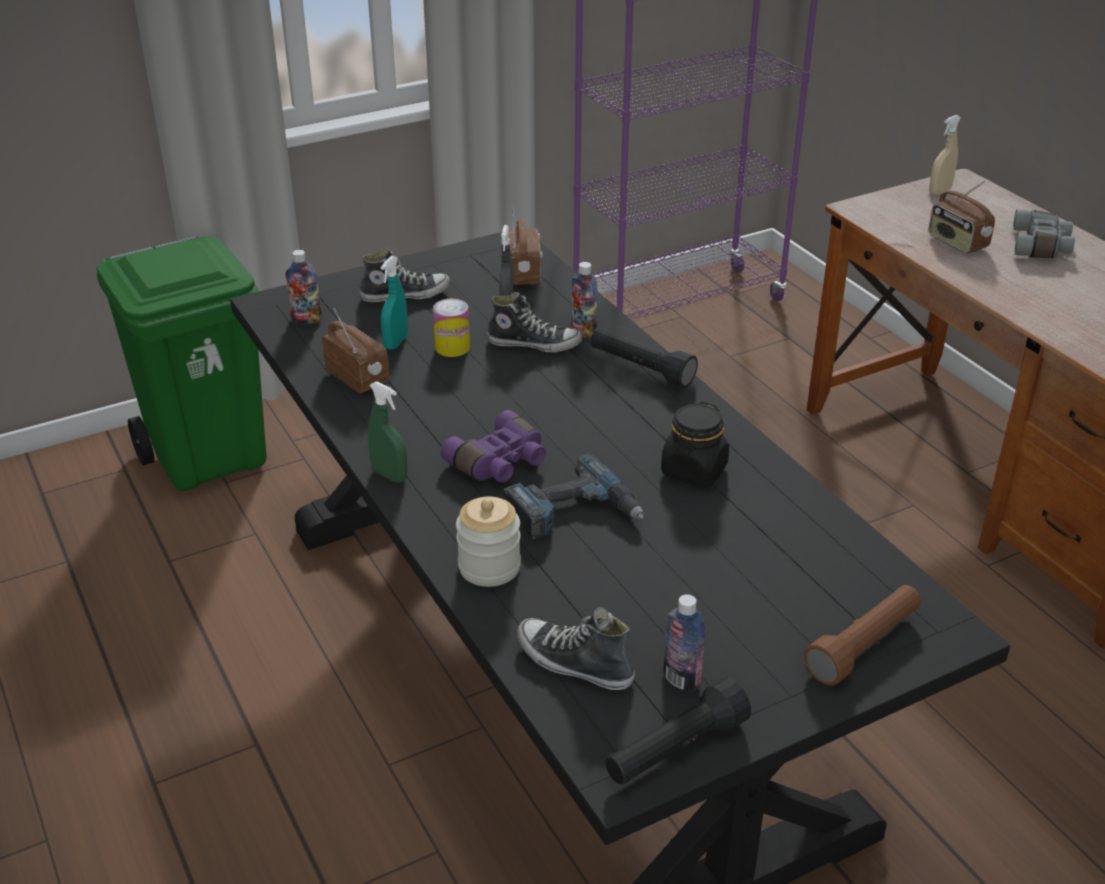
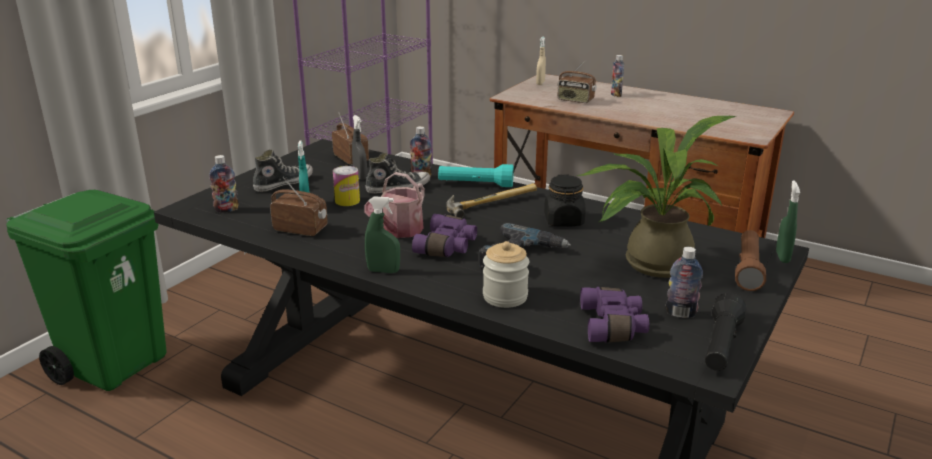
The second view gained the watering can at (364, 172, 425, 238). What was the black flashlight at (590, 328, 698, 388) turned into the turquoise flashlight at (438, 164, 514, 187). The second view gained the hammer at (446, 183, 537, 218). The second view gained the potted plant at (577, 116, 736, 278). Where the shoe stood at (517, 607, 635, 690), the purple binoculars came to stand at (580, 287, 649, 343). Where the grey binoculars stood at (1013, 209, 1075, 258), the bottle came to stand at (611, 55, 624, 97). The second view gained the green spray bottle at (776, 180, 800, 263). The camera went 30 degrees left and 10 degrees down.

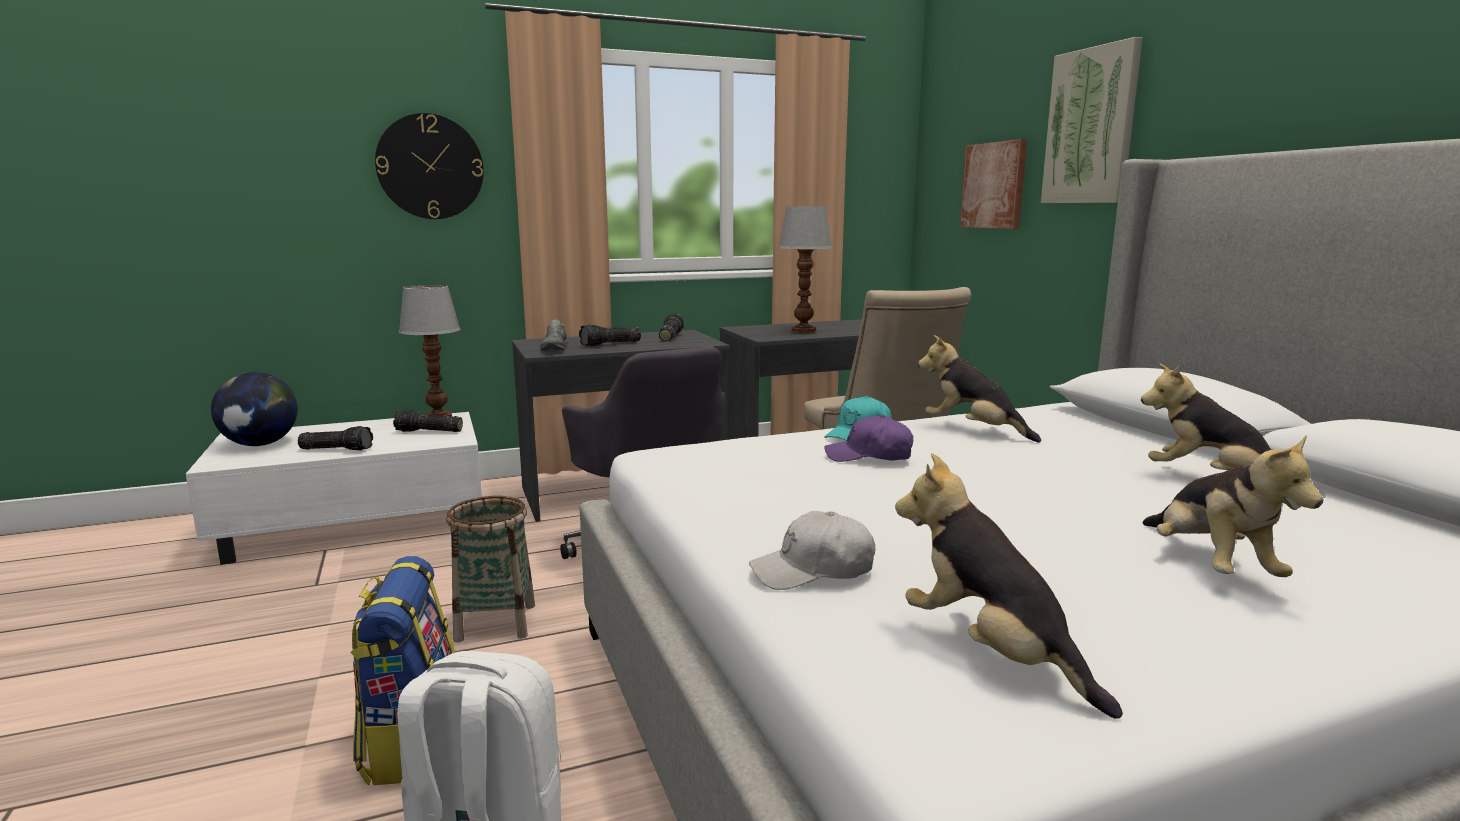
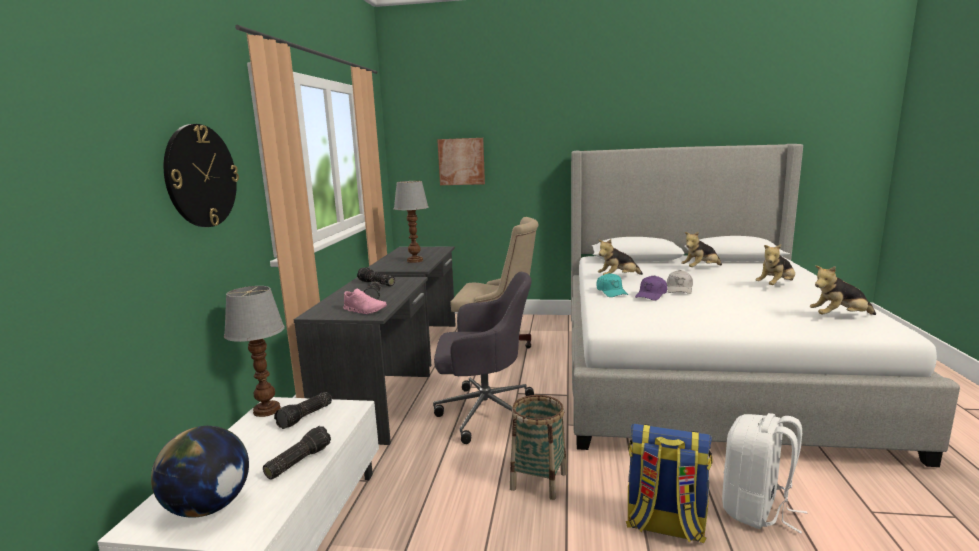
What was the grey shoe at (540, 319, 568, 351) turned into the pink shoe at (343, 288, 387, 314). The white cap ended up elsewhere, having gone from (749, 511, 875, 590) to (667, 270, 693, 294). The plush toy at (1143, 435, 1324, 577) ended up facing another way, 120 degrees clockwise from before. The second view lost the picture at (1041, 37, 1143, 203). The camera went 60 degrees left and 0 degrees up.

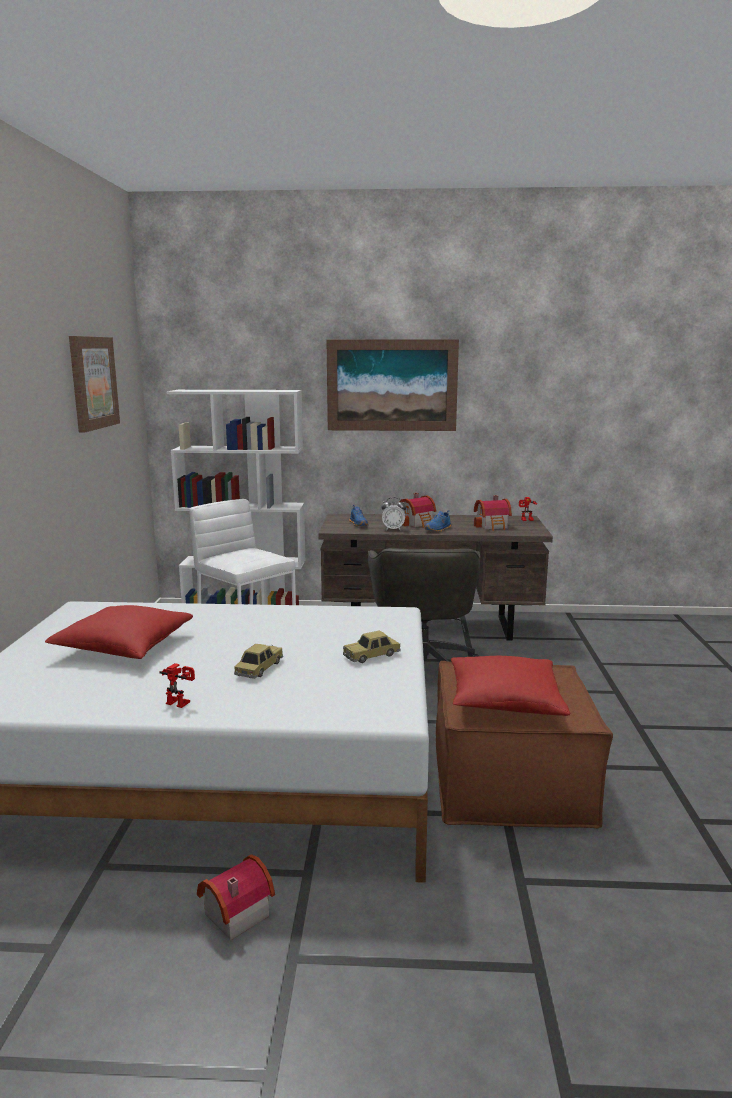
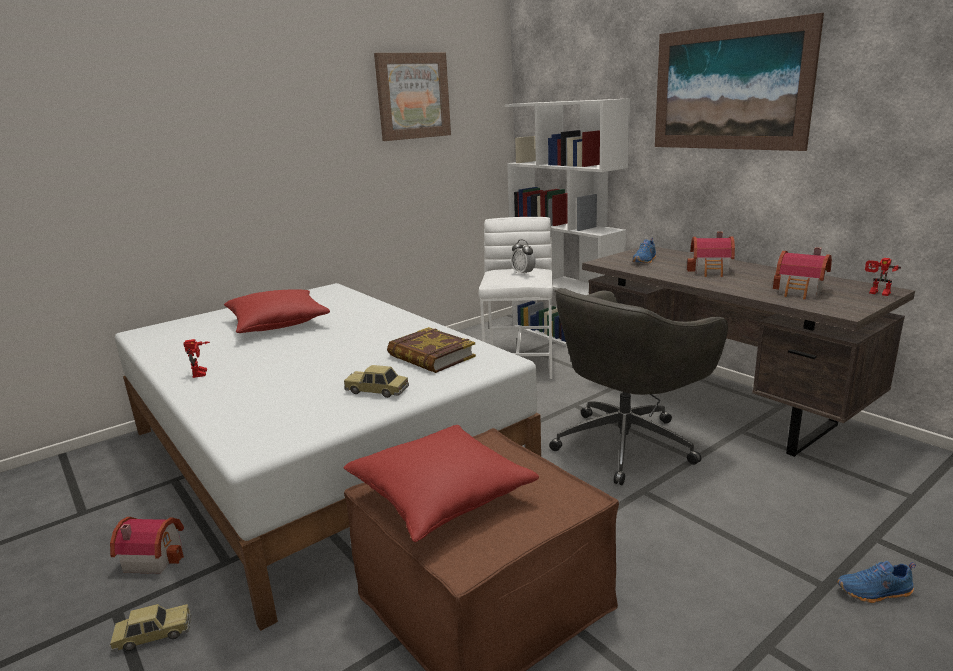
The toy car ended up elsewhere, having gone from (234, 644, 283, 679) to (109, 604, 191, 652). The second view gained the book at (387, 327, 476, 373). The alarm clock ended up elsewhere, having gone from (381, 497, 406, 530) to (511, 240, 536, 275). The blue shoe ended up elsewhere, having gone from (425, 510, 451, 532) to (837, 561, 916, 603). The camera went 50 degrees right and 5 degrees up.

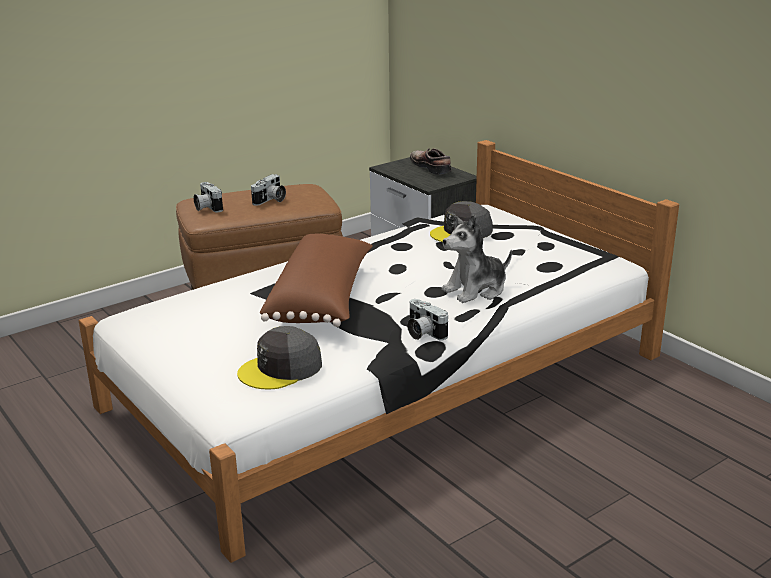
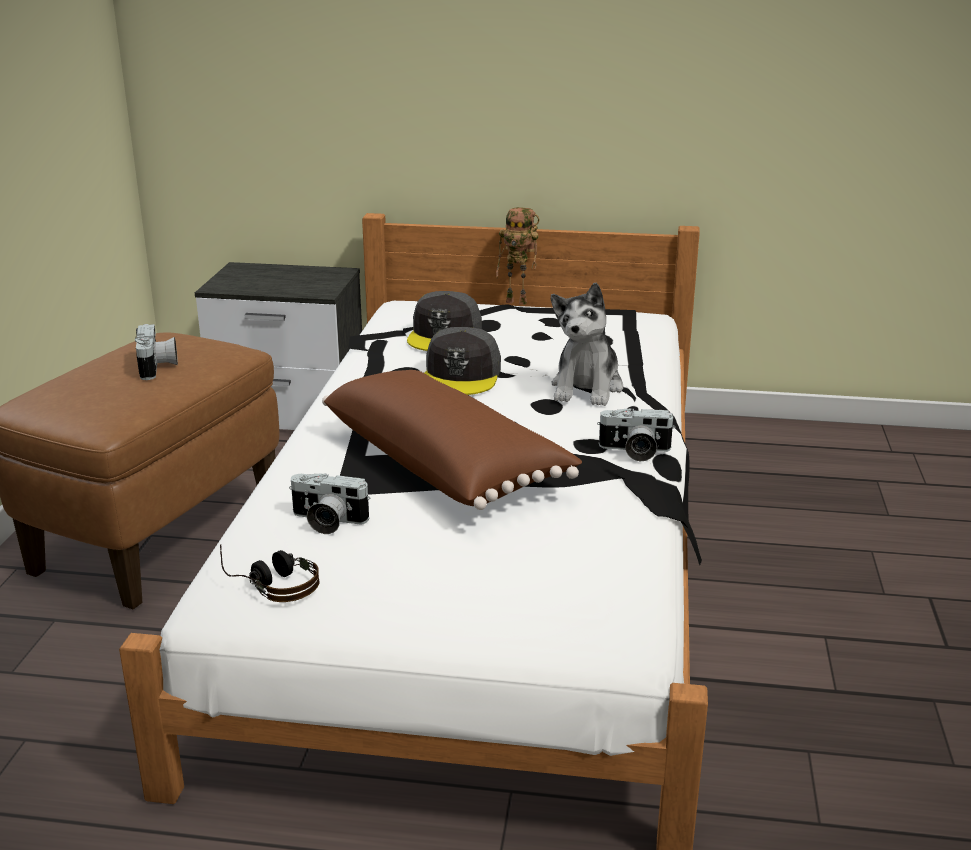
The second view gained the headphones at (220, 544, 320, 602). The photo camera ended up elsewhere, having gone from (194, 182, 223, 212) to (289, 473, 370, 534). The grey cap ended up elsewhere, having gone from (237, 326, 322, 389) to (425, 327, 501, 395). The second view gained the toy robot at (496, 207, 539, 305). The second view lost the shoe at (410, 148, 451, 175). The camera went 45 degrees left and 0 degrees up.

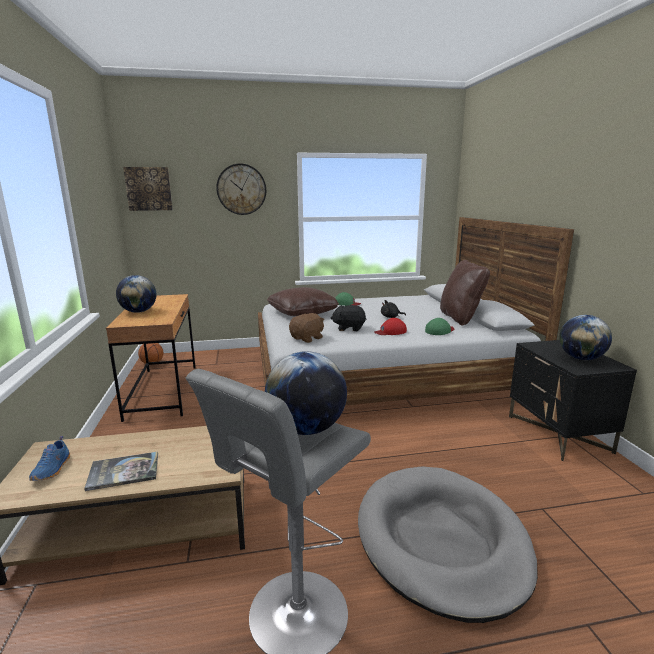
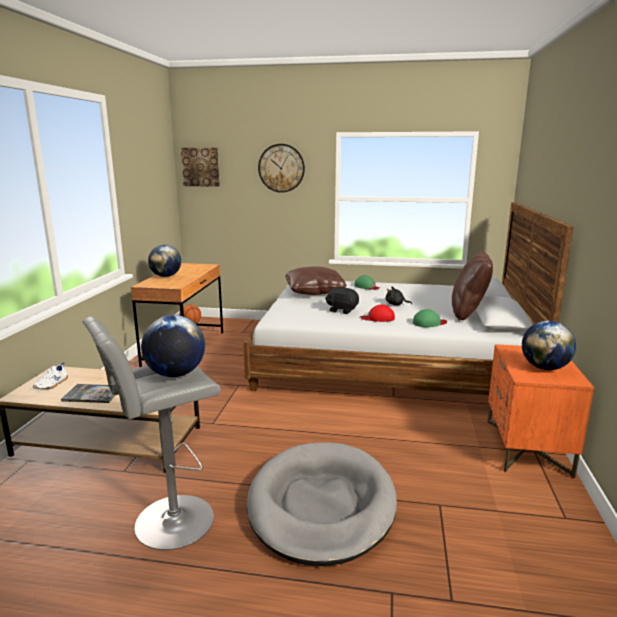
What was the blue shoe at (29, 436, 70, 481) turned into the white shoe at (33, 362, 68, 390). What was the black nightstand at (509, 340, 637, 461) turned into the orange nightstand at (487, 344, 594, 479). The second view lost the brown plush toy at (289, 313, 325, 343). The camera went 20 degrees right and 0 degrees up.

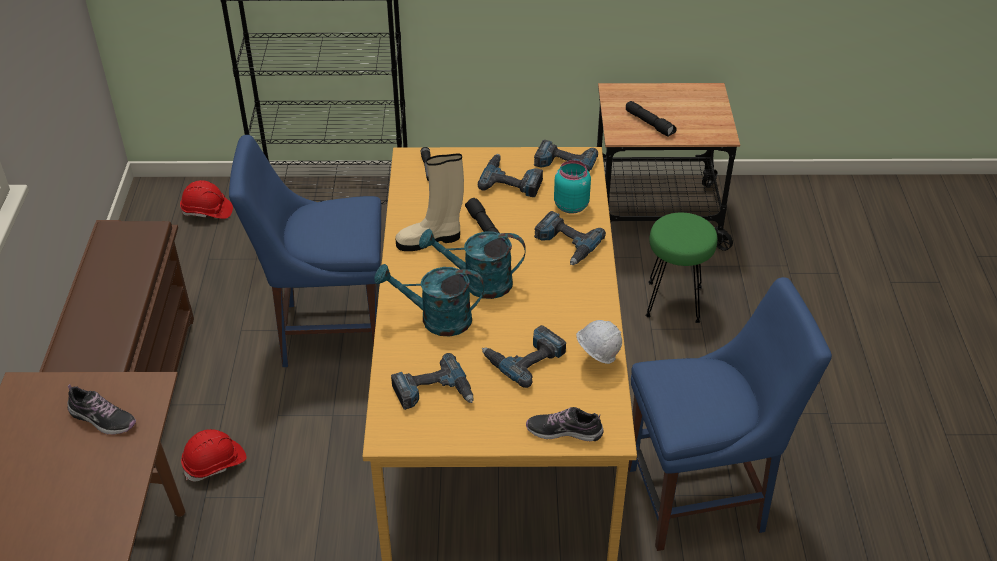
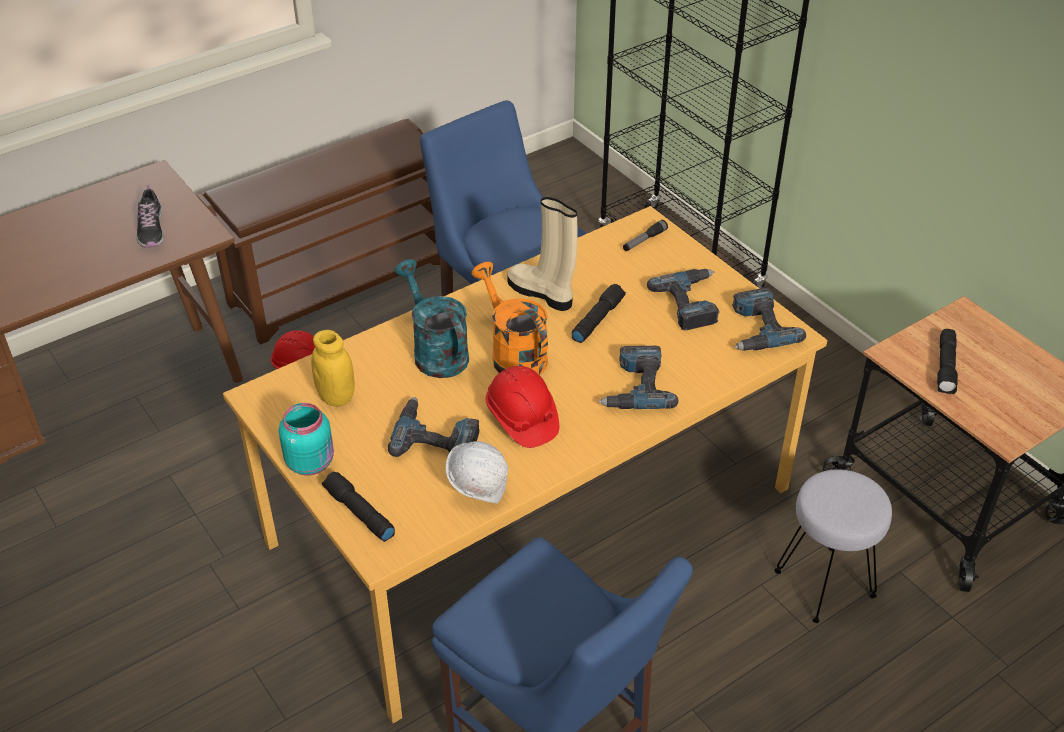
The turquoise jar ended up elsewhere, having gone from (554, 160, 591, 214) to (278, 403, 334, 475). Where the power drill stood at (391, 353, 474, 410), the yellow jar came to stand at (311, 330, 355, 407). Where the shoe stood at (526, 407, 603, 441), the black flashlight came to stand at (322, 472, 395, 542). What was the turquoise watering can at (419, 229, 526, 299) turned into the orange watering can at (472, 262, 548, 375). The red hard hat ended up elsewhere, having gone from (180, 180, 233, 219) to (485, 366, 559, 448). What was the green stool at (645, 213, 717, 323) turned into the grey stool at (774, 469, 892, 623). The camera went 55 degrees right and 0 degrees up.

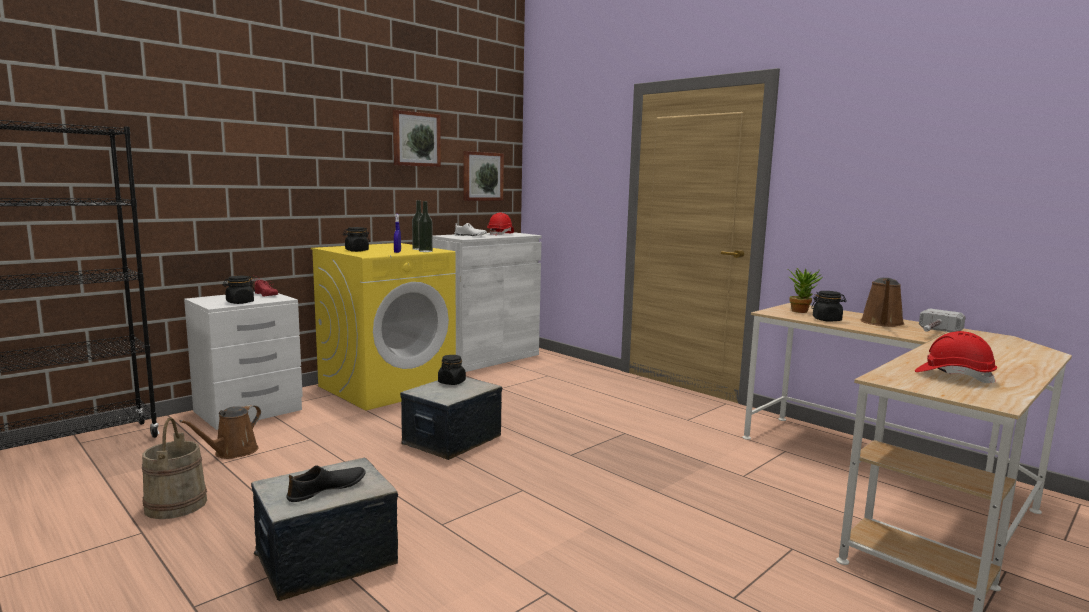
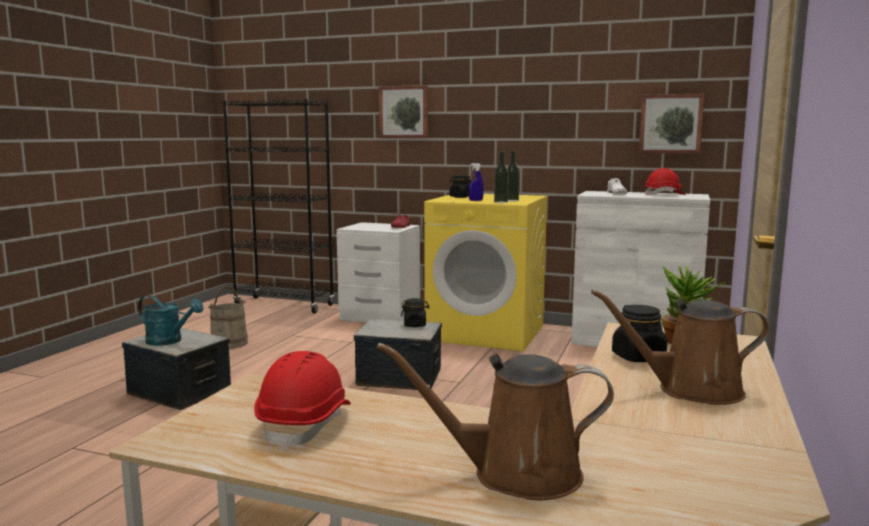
Where the black shoe stood at (287, 465, 366, 502), the turquoise watering can came to stand at (138, 295, 204, 346). The brown watering can ended up elsewhere, having gone from (179, 405, 261, 459) to (377, 343, 614, 500). The picture ended up elsewhere, having gone from (393, 110, 441, 167) to (379, 85, 428, 138). The second view lost the black jar at (223, 276, 255, 304). The second view lost the hammer at (919, 309, 966, 332). The camera went 65 degrees right and 0 degrees up.

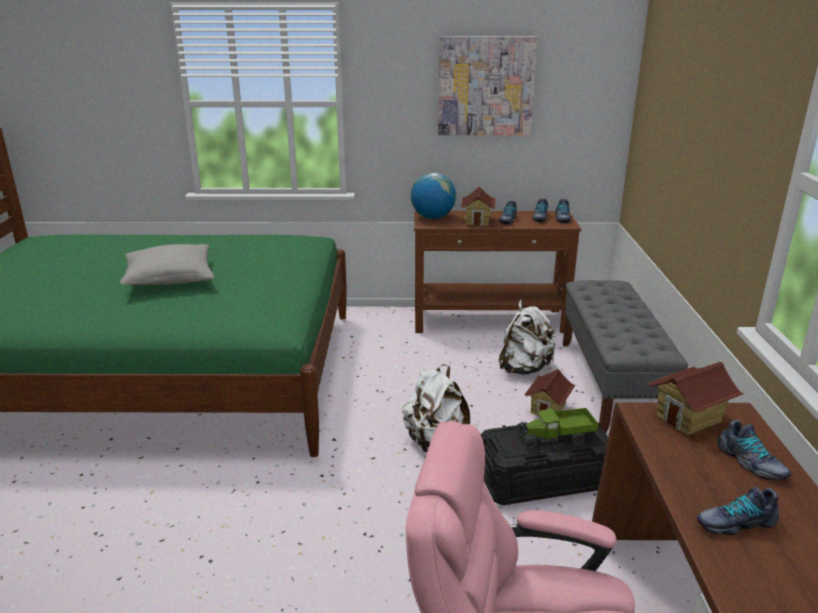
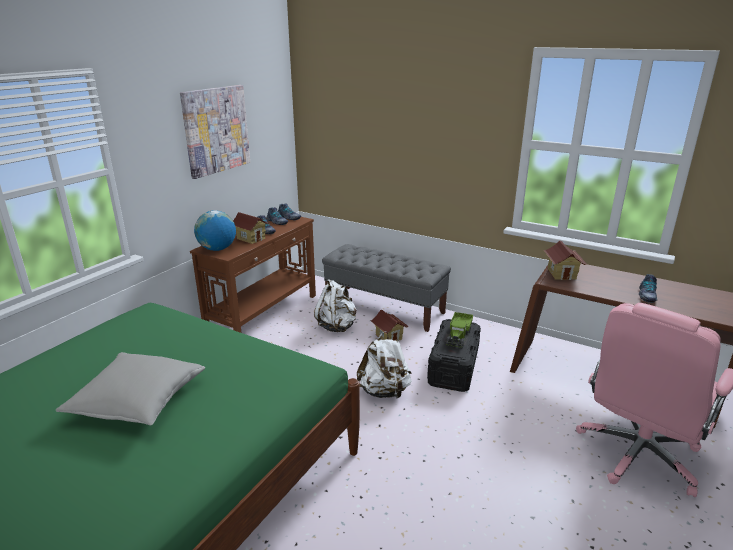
The second view lost the shoe at (717, 420, 791, 481). The camera went 60 degrees left and 0 degrees up.

